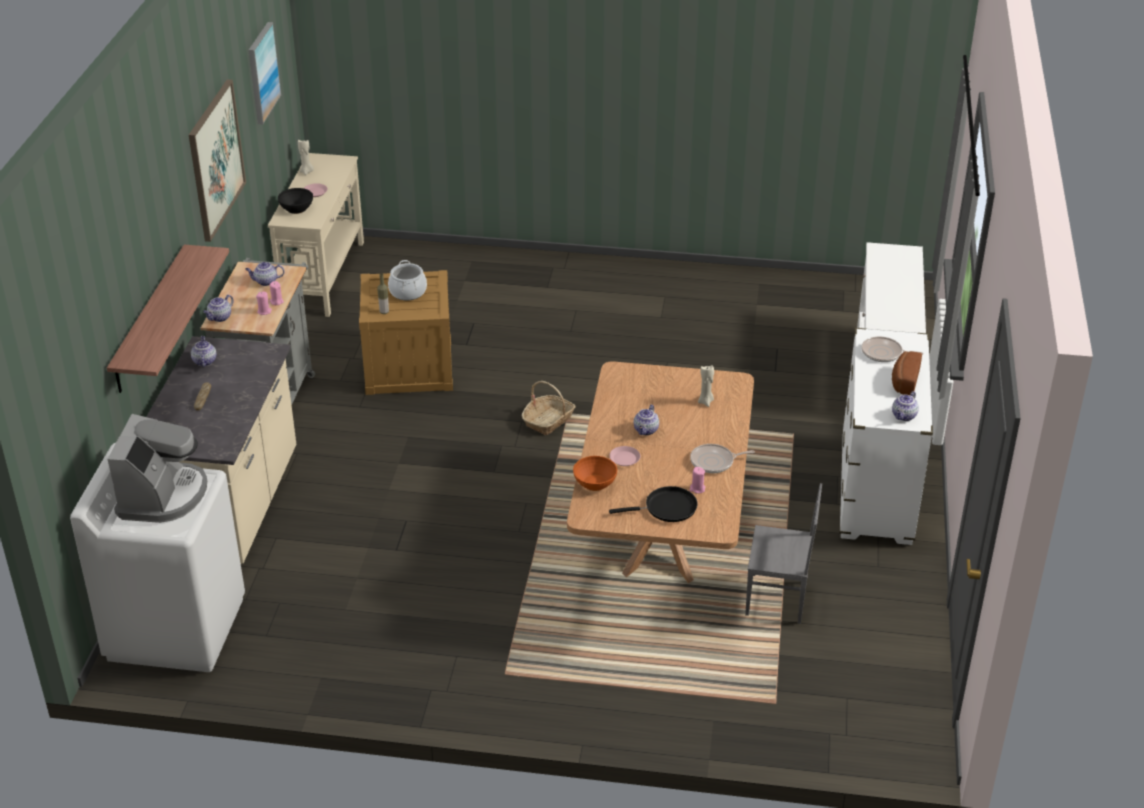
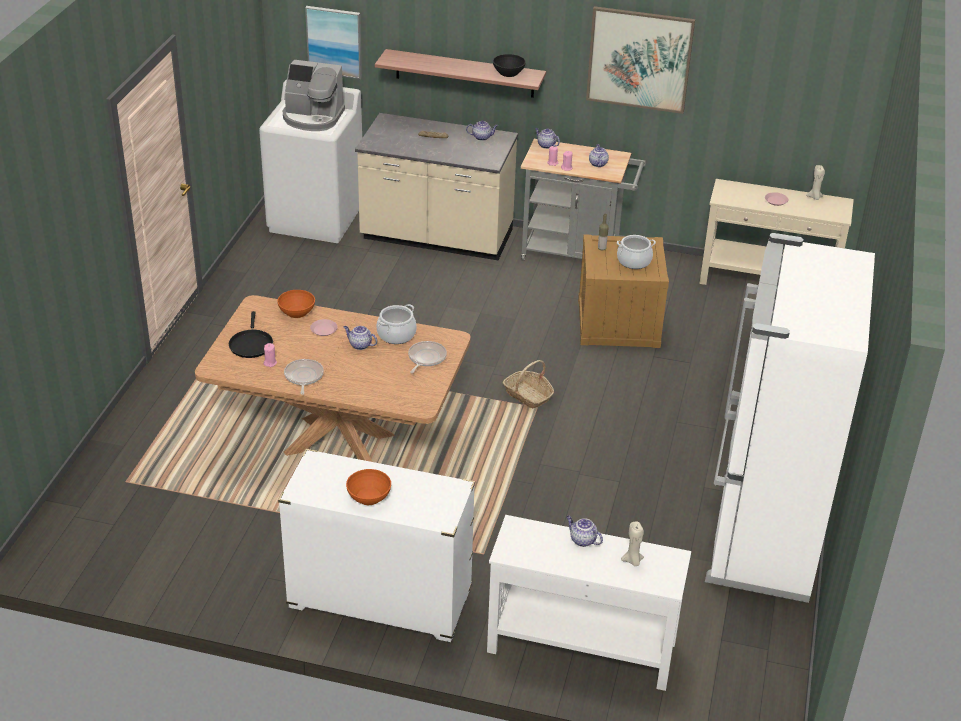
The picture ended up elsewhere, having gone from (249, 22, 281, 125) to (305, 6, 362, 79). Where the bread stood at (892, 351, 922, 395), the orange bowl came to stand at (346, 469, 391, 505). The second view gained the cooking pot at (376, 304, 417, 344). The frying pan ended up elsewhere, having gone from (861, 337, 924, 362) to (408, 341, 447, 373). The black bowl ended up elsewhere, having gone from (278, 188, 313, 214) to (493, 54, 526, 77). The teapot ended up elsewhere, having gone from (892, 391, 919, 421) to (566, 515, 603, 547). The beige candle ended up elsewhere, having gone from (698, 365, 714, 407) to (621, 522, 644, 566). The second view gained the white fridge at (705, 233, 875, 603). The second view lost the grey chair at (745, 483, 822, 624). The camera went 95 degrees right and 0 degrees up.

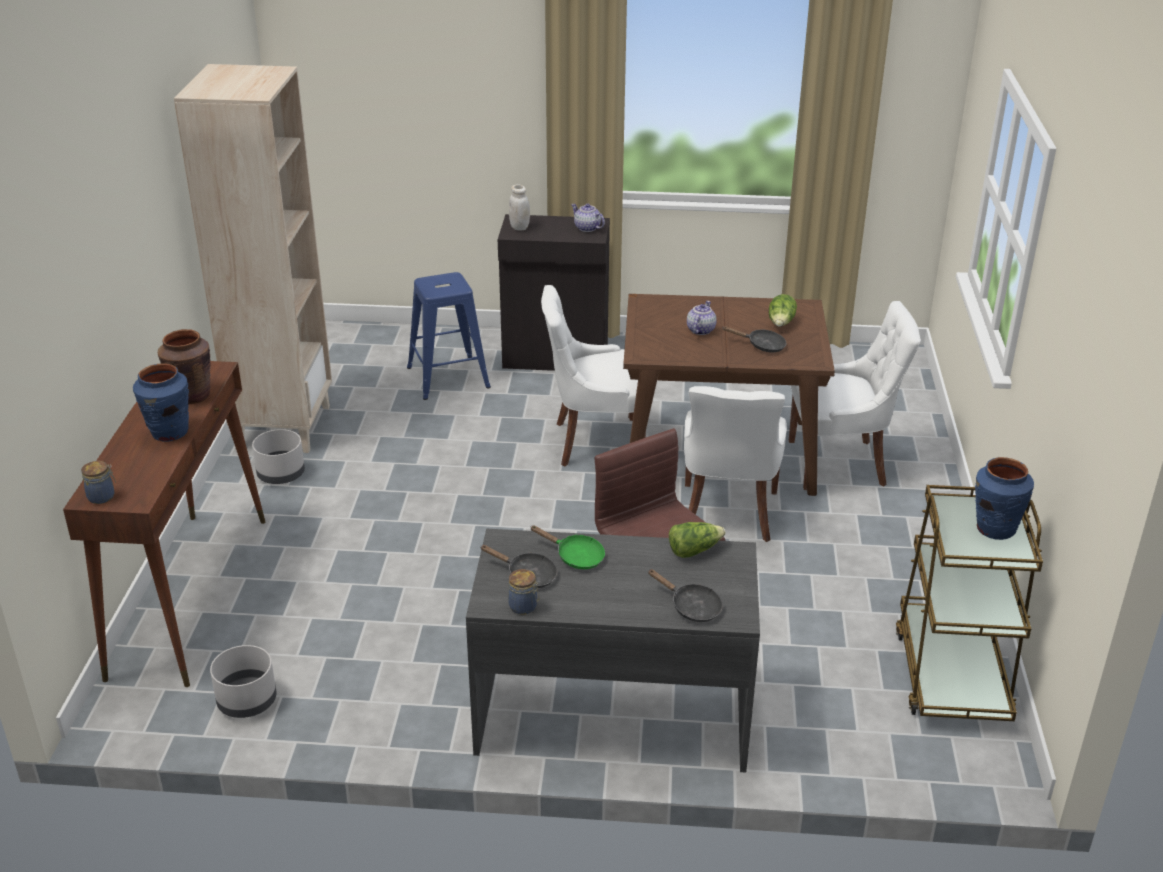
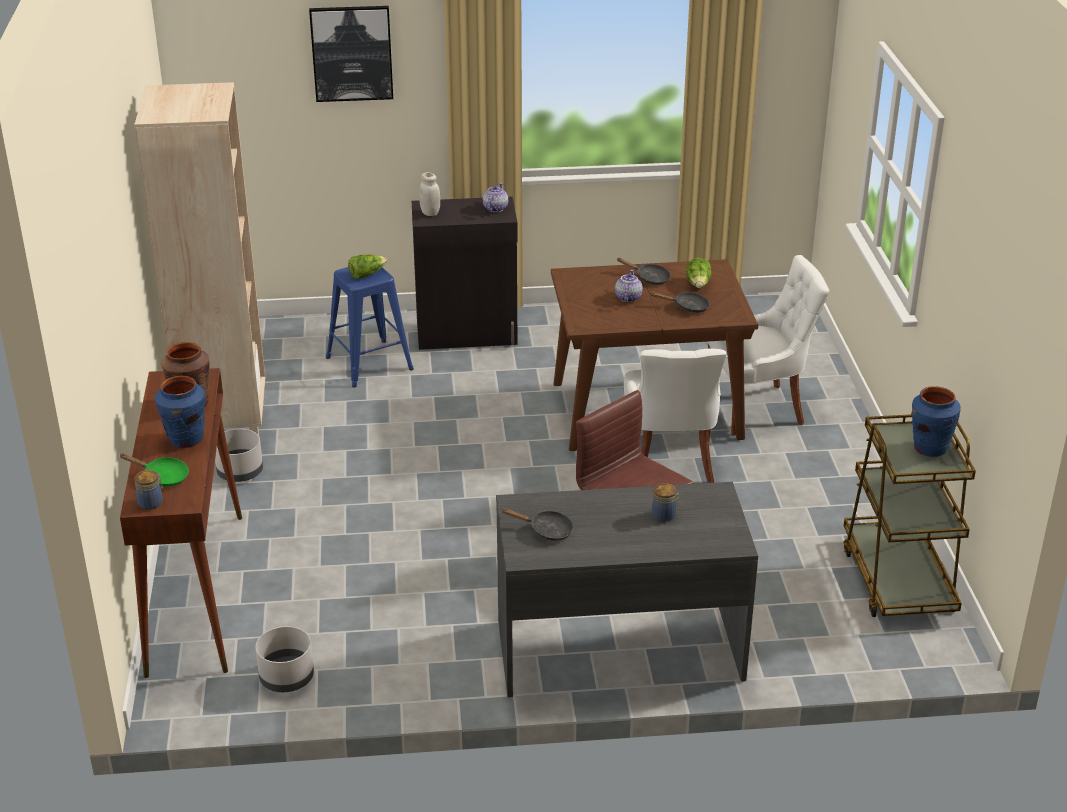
The green frying pan ended up elsewhere, having gone from (530, 525, 605, 569) to (119, 453, 189, 486). The second view gained the picture at (309, 6, 393, 102). The lettuce ended up elsewhere, having gone from (669, 522, 725, 558) to (348, 254, 387, 279). The teapot at (571, 204, 605, 232) ended up facing another way, 75 degrees clockwise from before. The black frying pan ended up elsewhere, having gone from (648, 569, 723, 622) to (617, 258, 671, 285). The jar ended up elsewhere, having gone from (508, 569, 539, 615) to (652, 483, 679, 522). The second view lost the white chair at (541, 285, 646, 466). The camera went 10 degrees left and 0 degrees up.

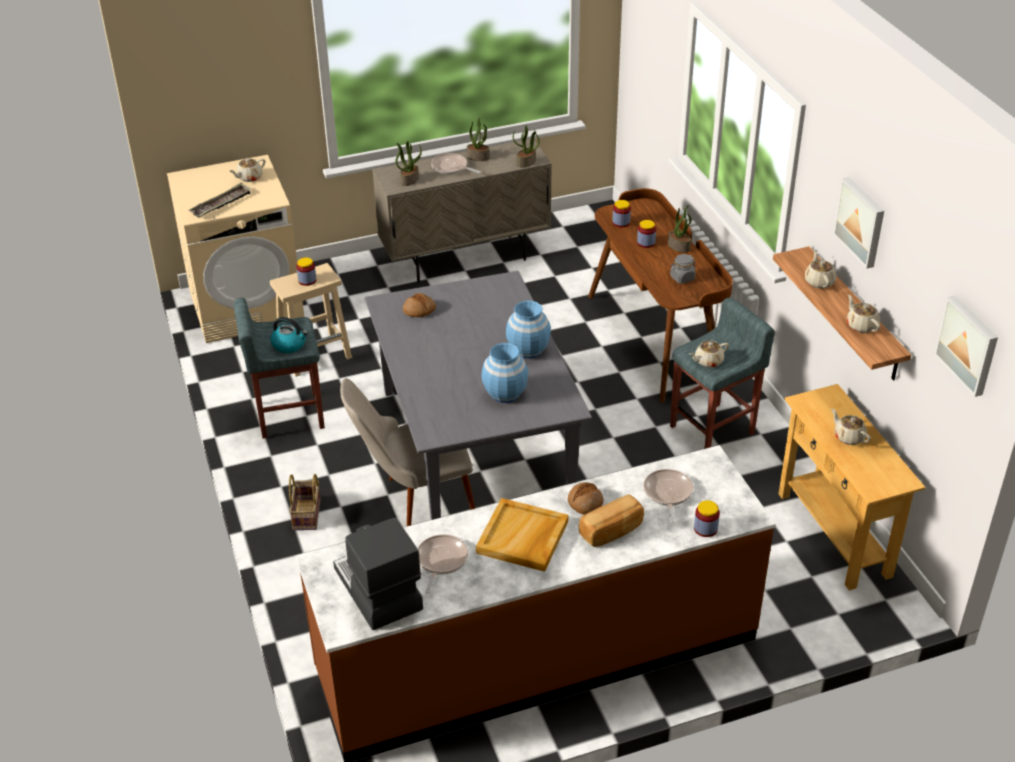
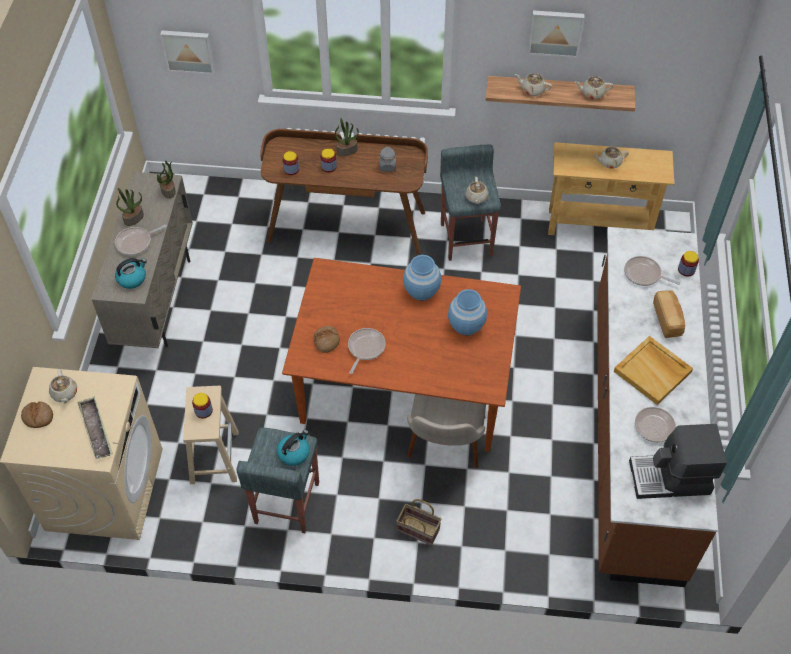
The bread ended up elsewhere, having gone from (568, 482, 604, 515) to (21, 402, 53, 428). Where the potted plant stood at (395, 141, 422, 186), the kettle came to stand at (115, 258, 147, 289). The picture ended up elsewhere, having gone from (934, 296, 998, 397) to (160, 30, 215, 74). What was the grey dining table at (365, 271, 592, 520) turned into the brown dining table at (282, 258, 521, 452). The second view gained the frying pan at (348, 328, 386, 374). The camera went 65 degrees left and 15 degrees up.

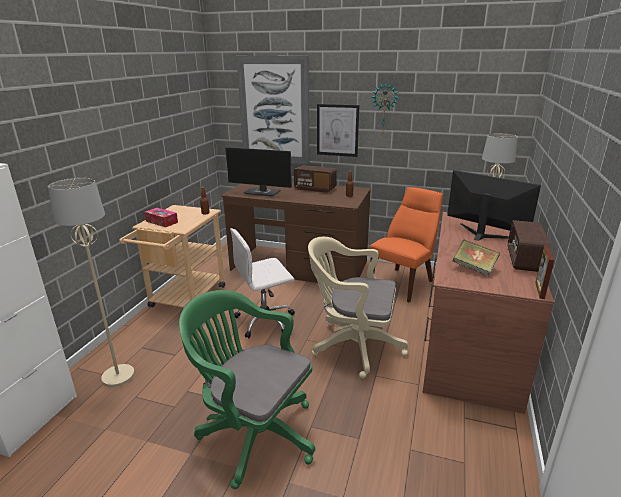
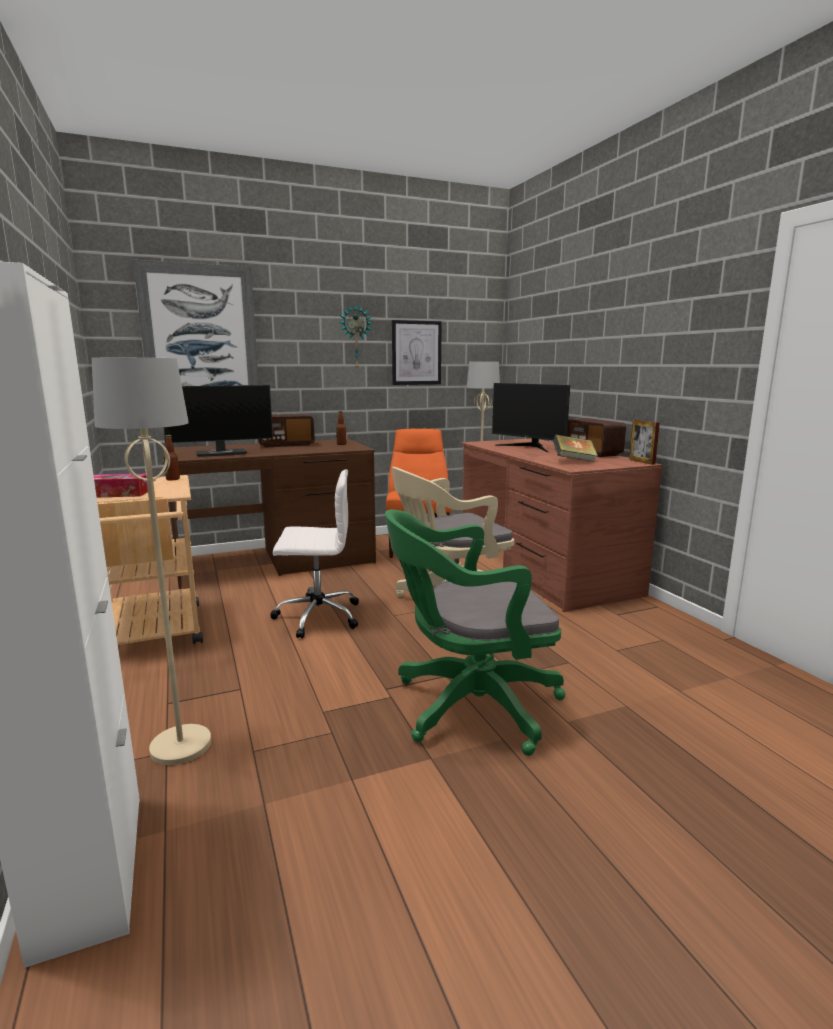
The white office chair at (230, 228, 295, 338) ended up facing another way, 120 degrees counterclockwise from before. The picture ended up elsewhere, having gone from (317, 104, 359, 157) to (392, 320, 442, 385). The monitor at (447, 170, 541, 241) ended up facing another way, 135 degrees counterclockwise from before. The camera went 40 degrees left and 10 degrees down.

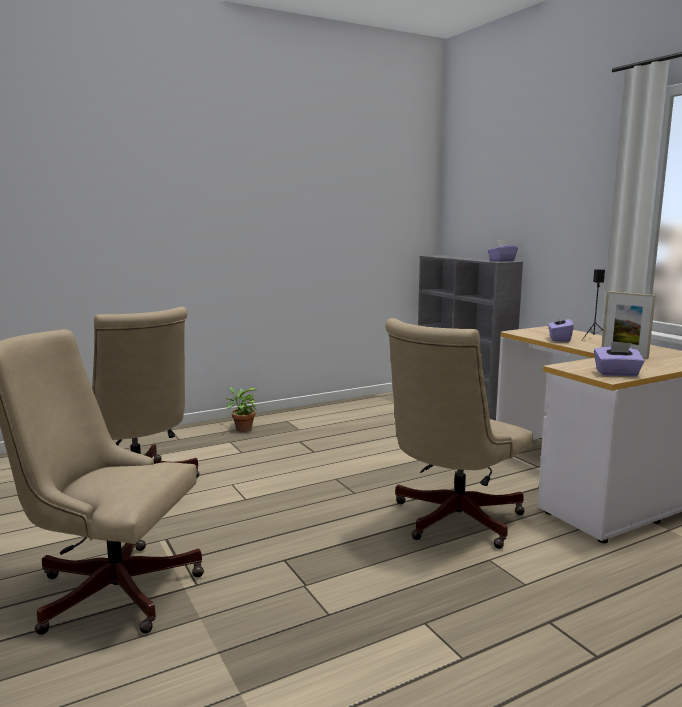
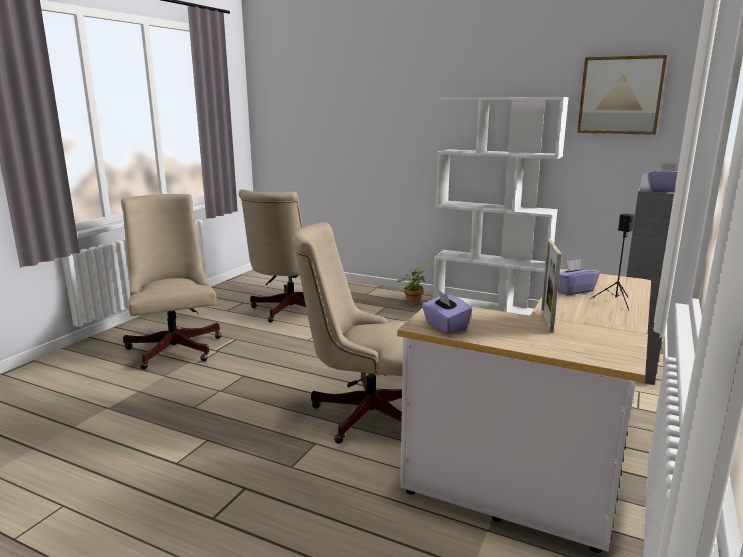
The second view gained the white bookcase at (433, 97, 569, 316). The second view gained the picture at (577, 55, 667, 135). The camera went 55 degrees right and 5 degrees up.

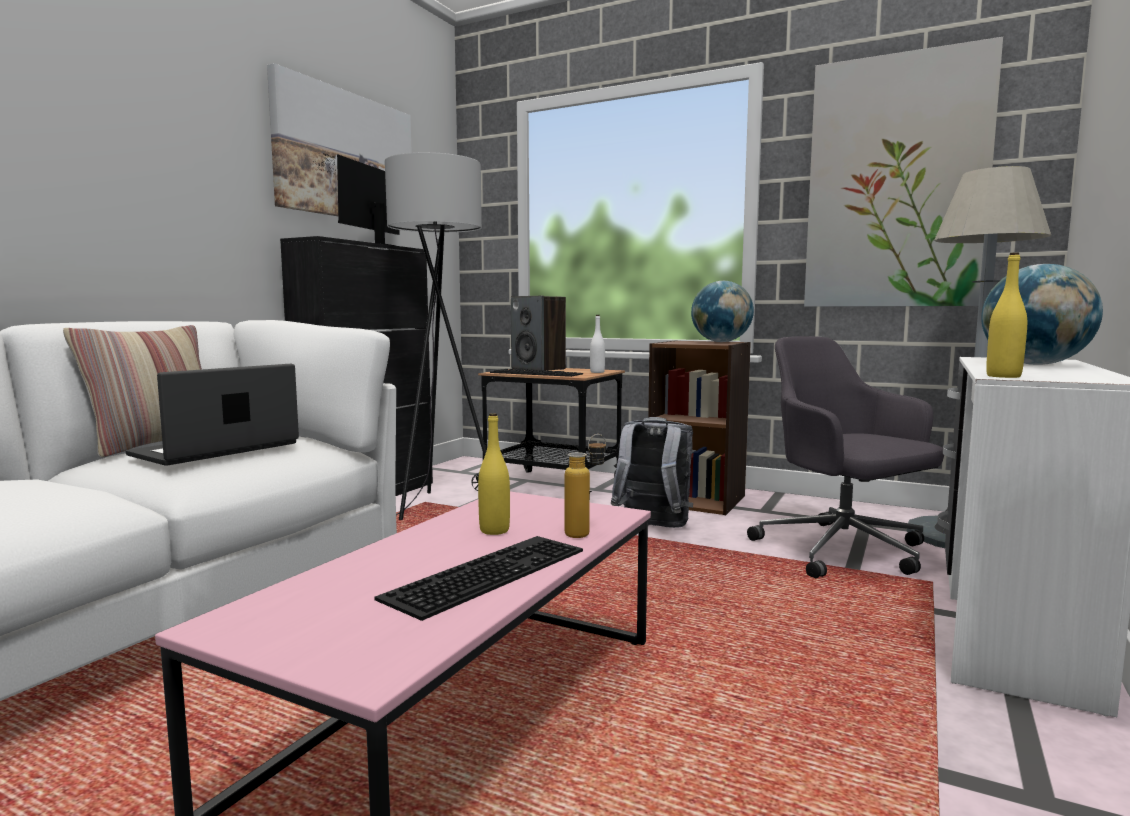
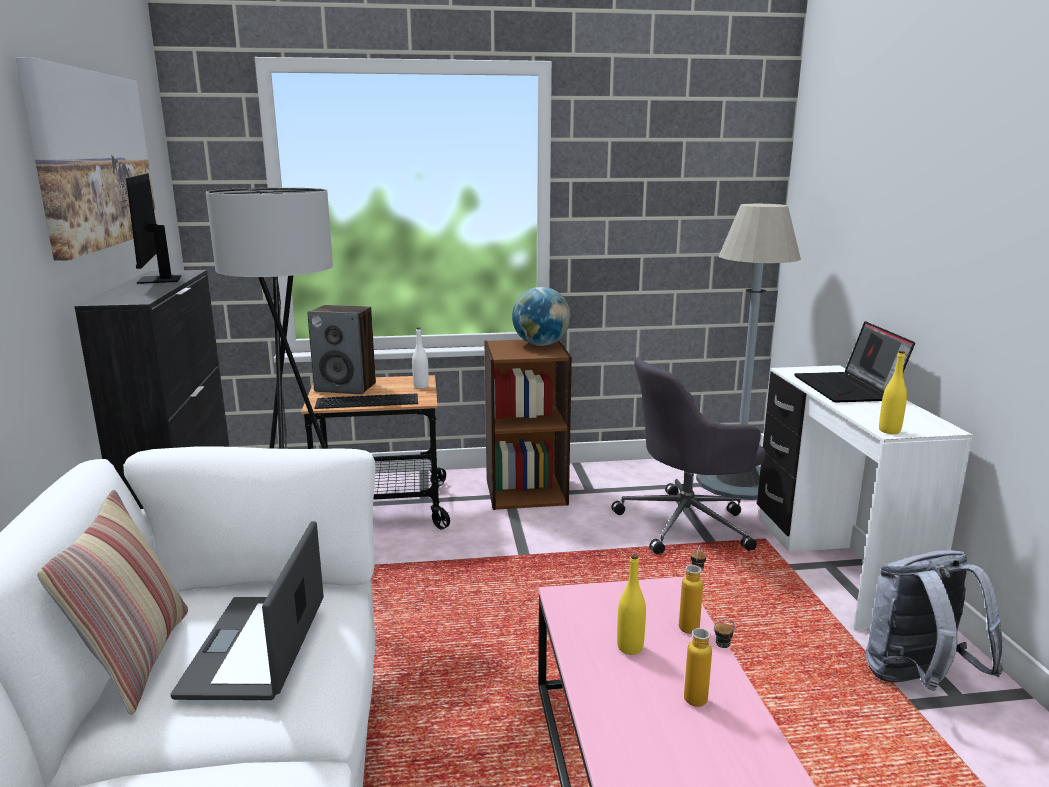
The grey office chair at (747, 336, 944, 578) ended up facing another way, 45 degrees counterclockwise from before. Where the keyboard stood at (374, 536, 583, 621), the bottle came to stand at (684, 619, 735, 707). Where the globe stood at (981, 264, 1103, 365), the laptop came to stand at (794, 321, 915, 402). The grey backpack ended up elsewhere, having gone from (611, 417, 693, 528) to (866, 550, 1003, 691). The second view lost the picture at (804, 37, 1003, 307). The camera went 35 degrees left and 10 degrees up.

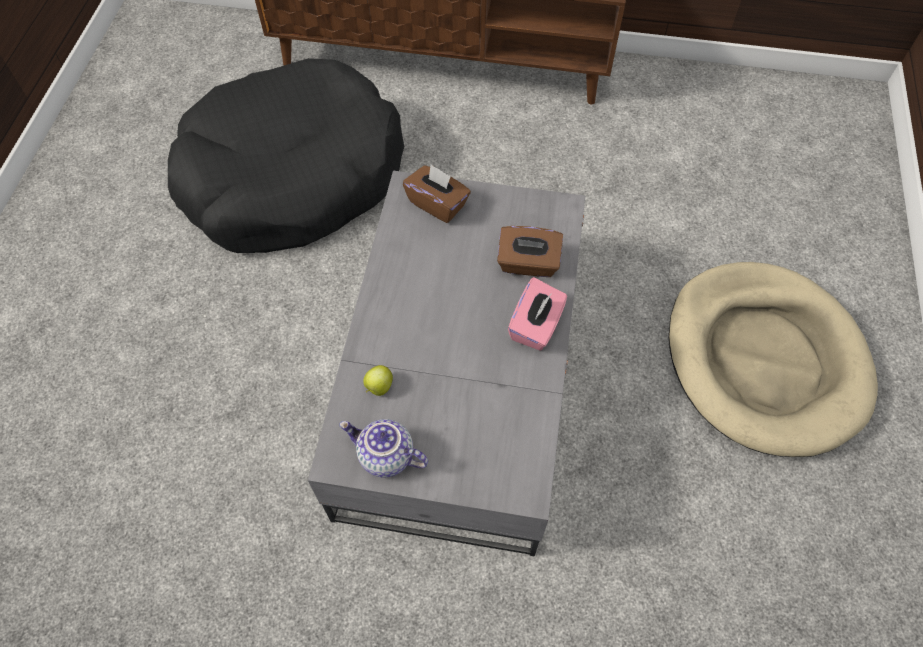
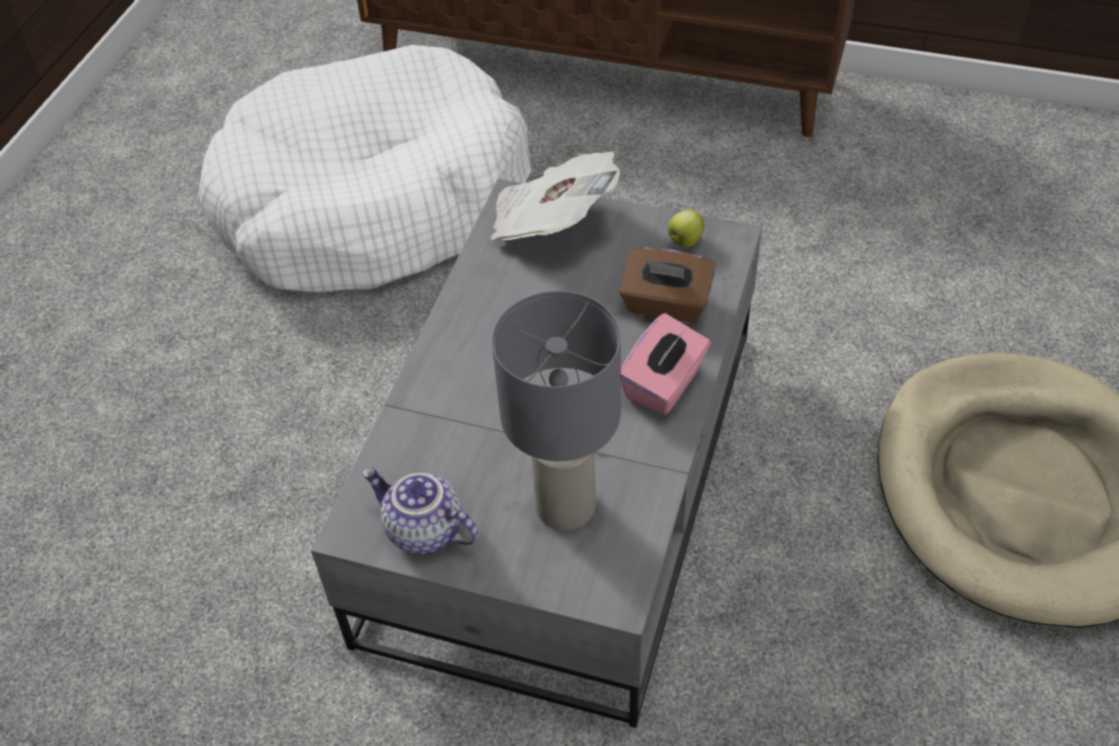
What was the black dog bed at (168, 58, 405, 253) turned into the white dog bed at (199, 45, 531, 292). Where the brown tissue box stood at (403, 164, 471, 223), the newspaper came to stand at (490, 152, 620, 240). The second view gained the grey table lamp at (492, 291, 621, 530). The apple ended up elsewhere, having gone from (363, 365, 393, 396) to (668, 210, 704, 247). The camera went 10 degrees right and 10 degrees down.

